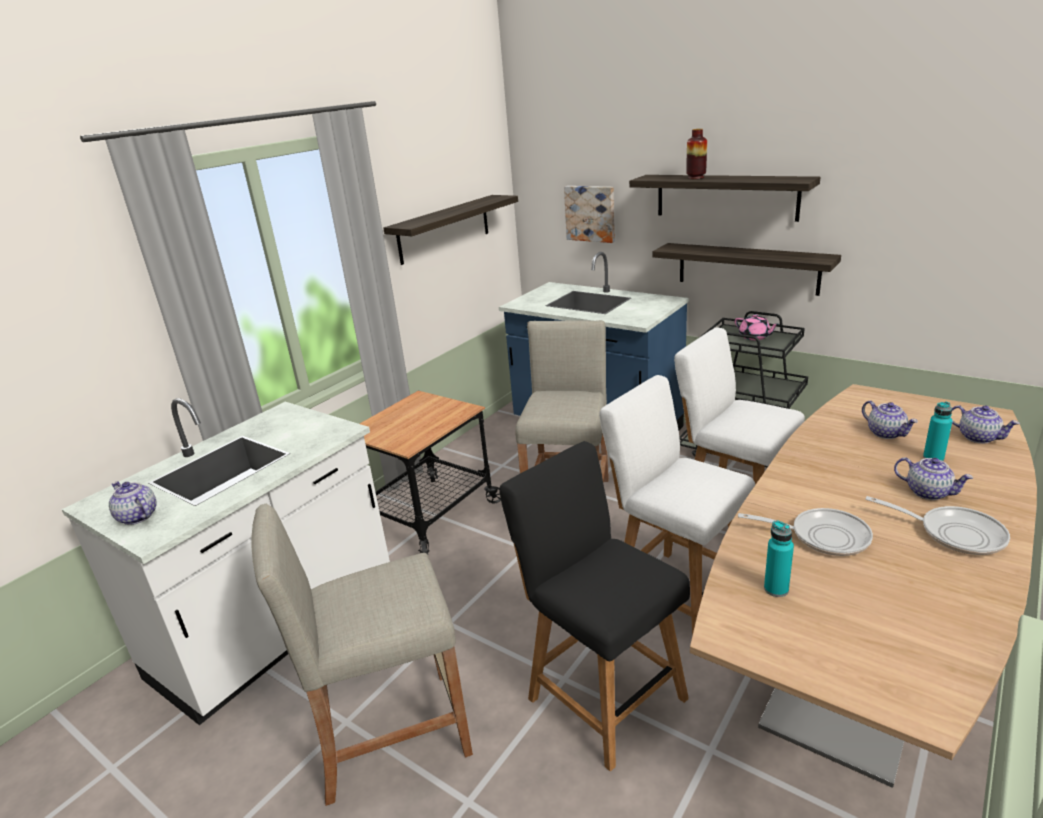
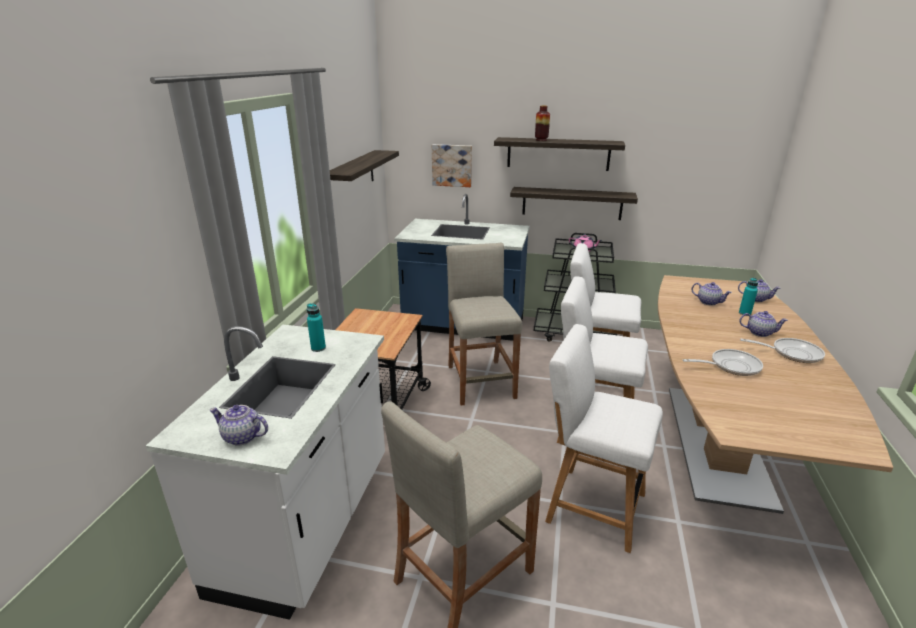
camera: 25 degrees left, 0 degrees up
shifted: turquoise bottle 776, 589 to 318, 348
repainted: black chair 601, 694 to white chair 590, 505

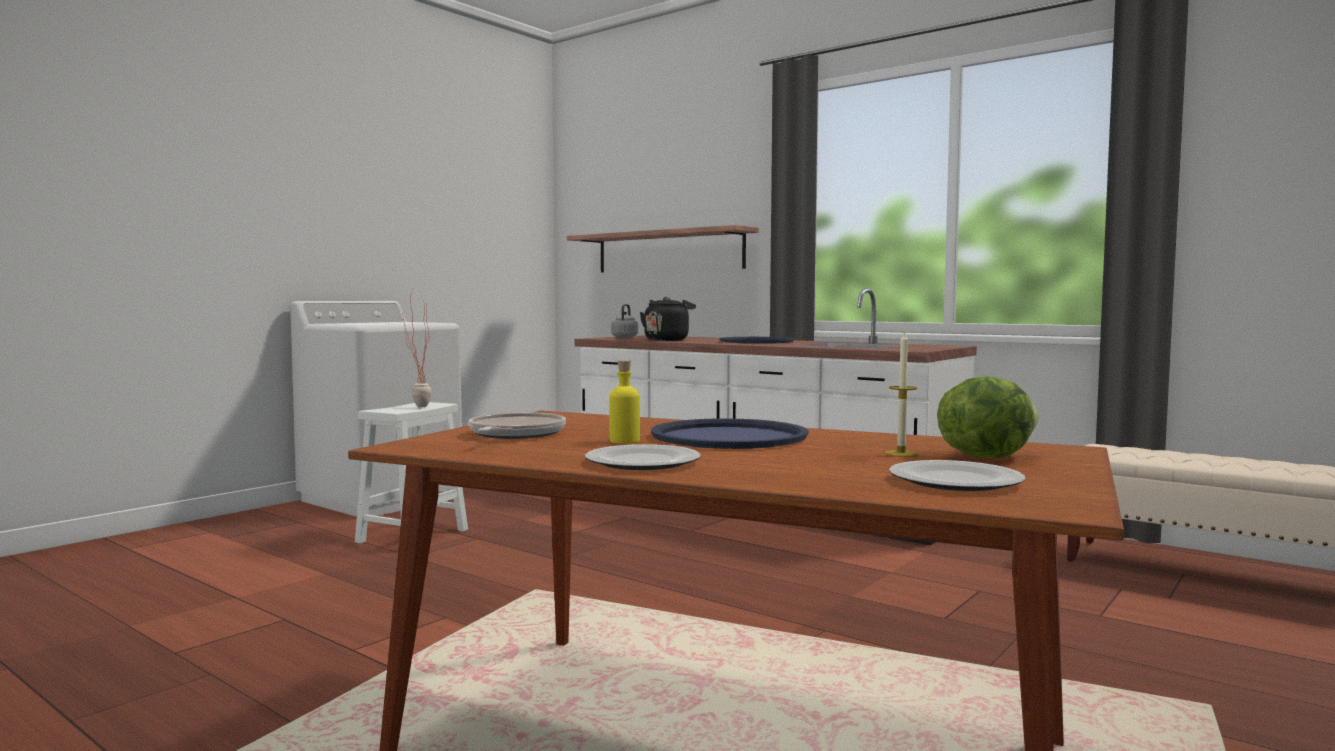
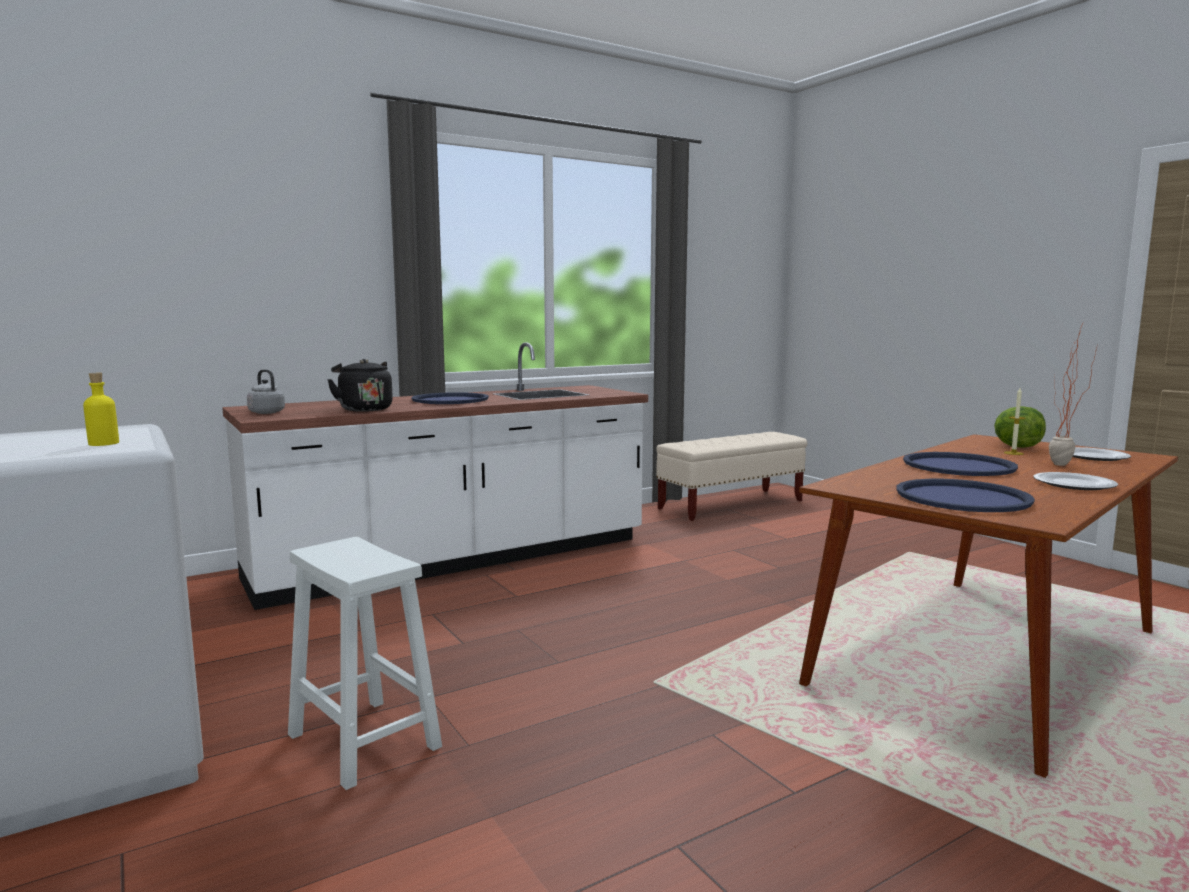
camera: 70 degrees left, 5 degrees up
gone: shelf 668, 251
shifted: potted plant 415, 407 to 1063, 466; yellow bottle 624, 441 to 103, 443
swapped: frying pan 514, 434 to blue tray 962, 498

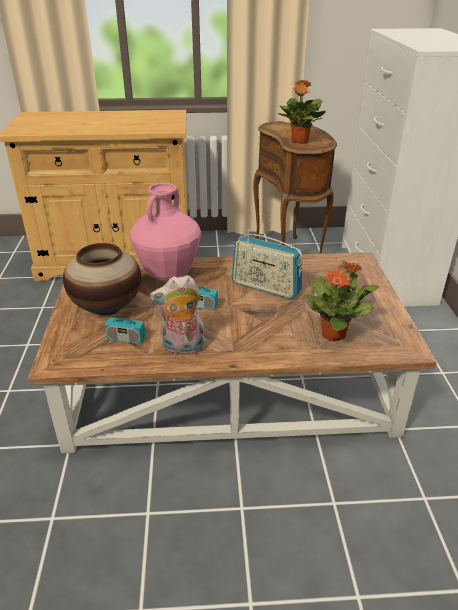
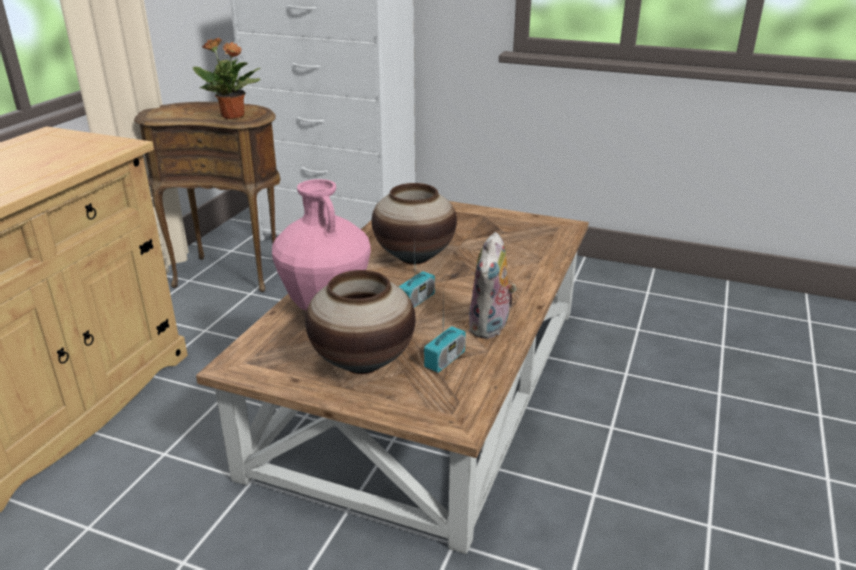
camera: 65 degrees left, 5 degrees down
gone: potted plant 334, 334
swapped: radio 265, 287 to vase 414, 257

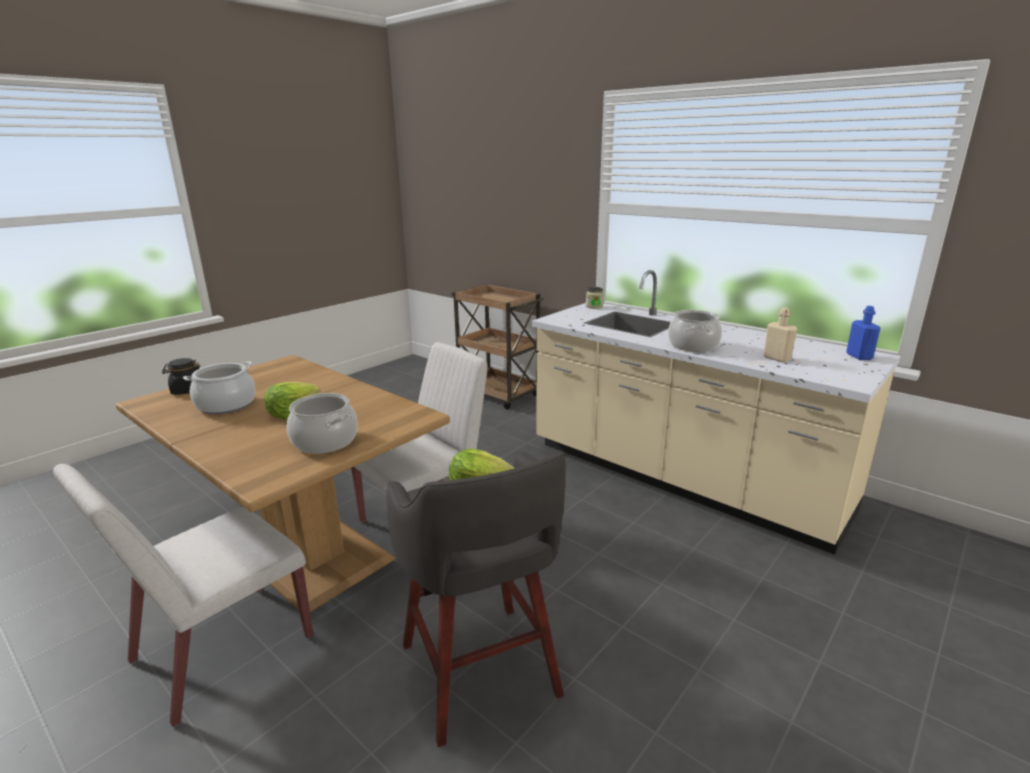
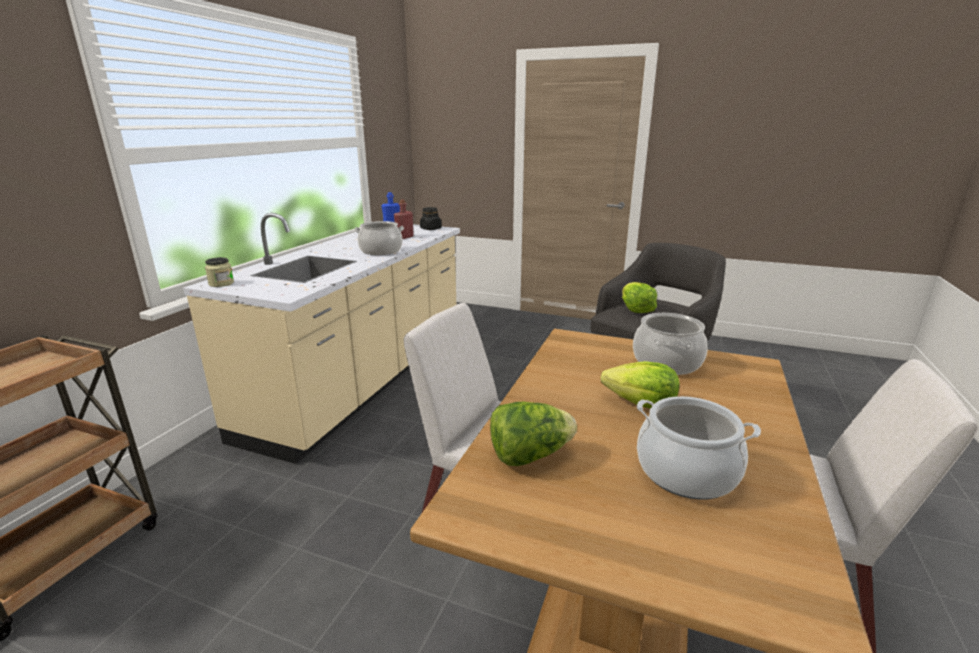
camera: 110 degrees left, 0 degrees up
new: lettuce 529, 455
shifted: black jar 187, 390 to 431, 229
repainted: beige bottle 777, 358 to red bottle 404, 237

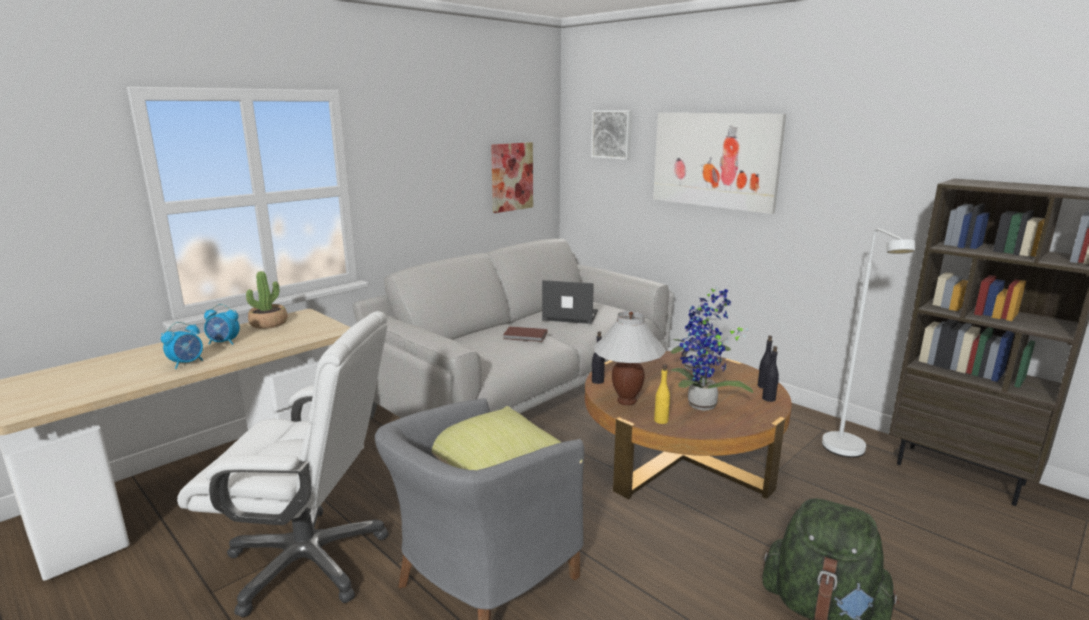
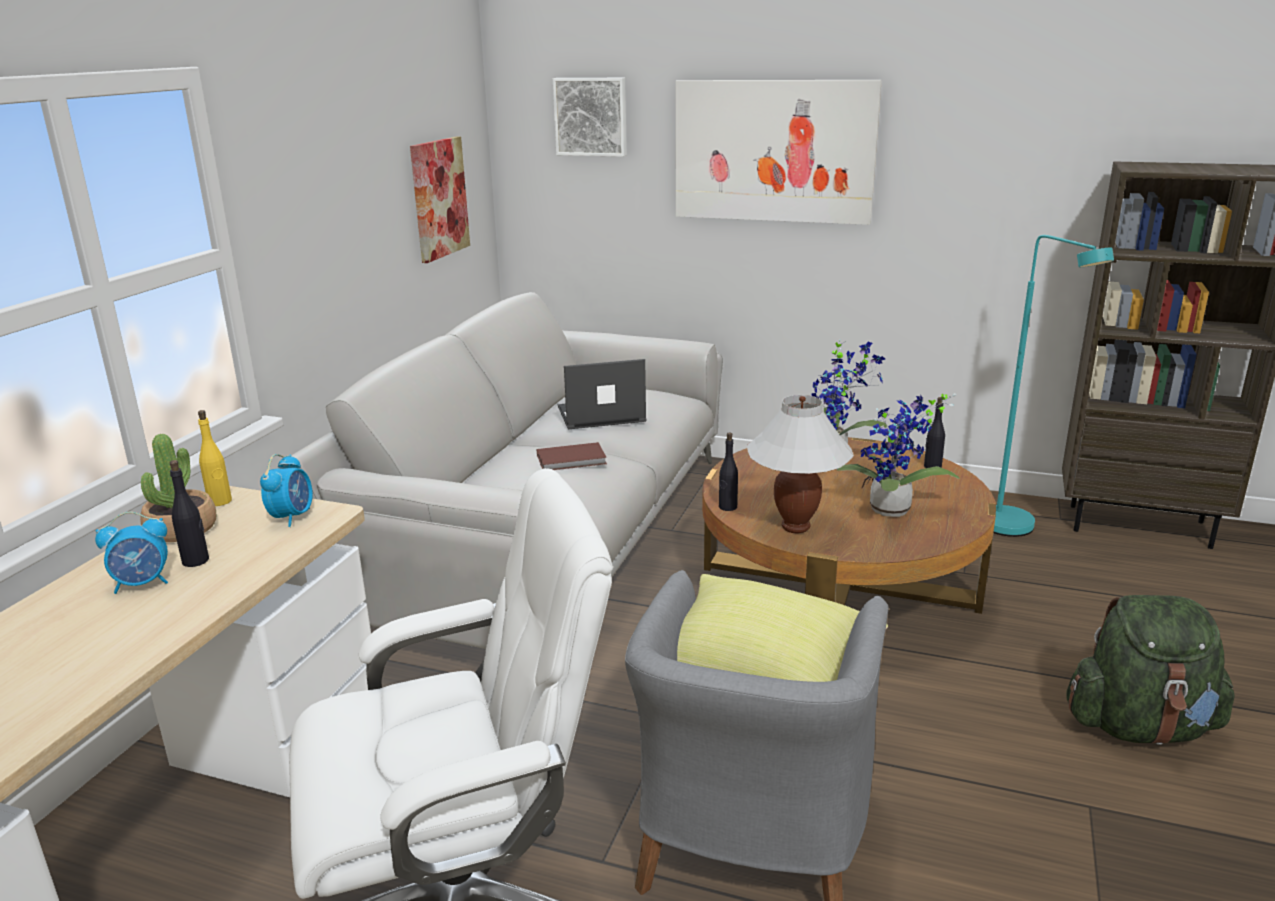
camera: 25 degrees left, 5 degrees up
shifted: alarm clock 187, 363 to 292, 516; black bottle 769, 399 to 196, 561; yellow bottle 661, 421 to 220, 501
repainted: white floor lamp 847, 453 to turquoise floor lamp 1016, 531

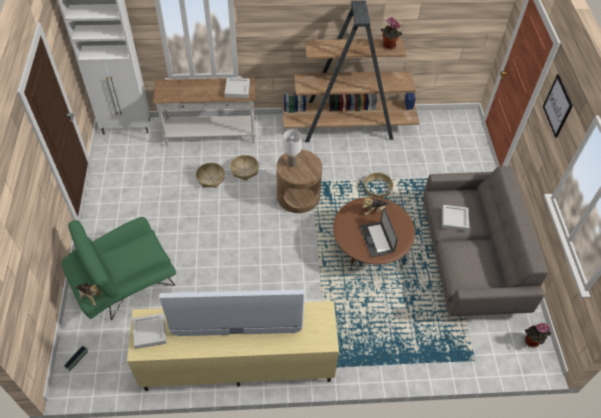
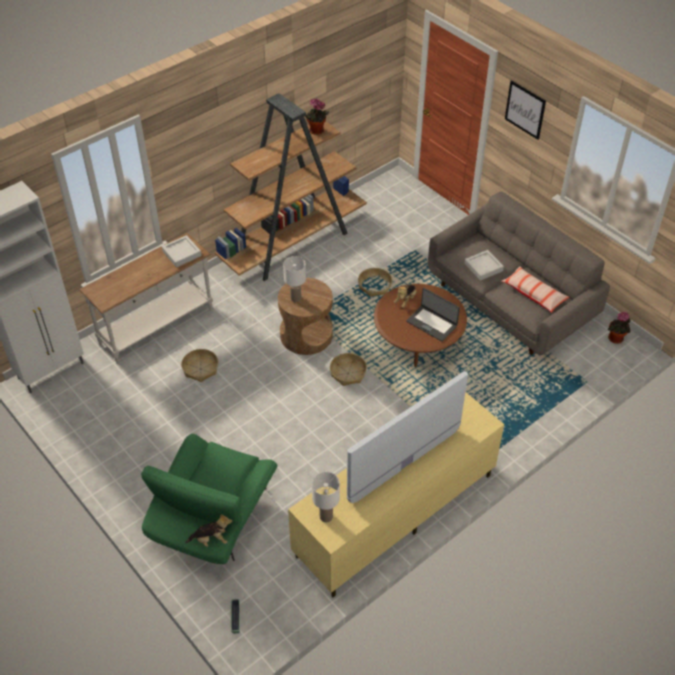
camera: 35 degrees left, 5 degrees down
new: pillow 534, 294
shifted: basket 244, 170 to 348, 373
swapped: grey tray 150, 332 to white table lamp 326, 517

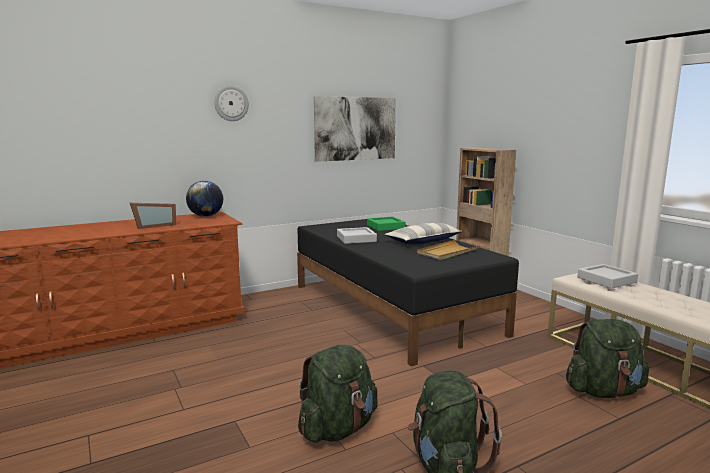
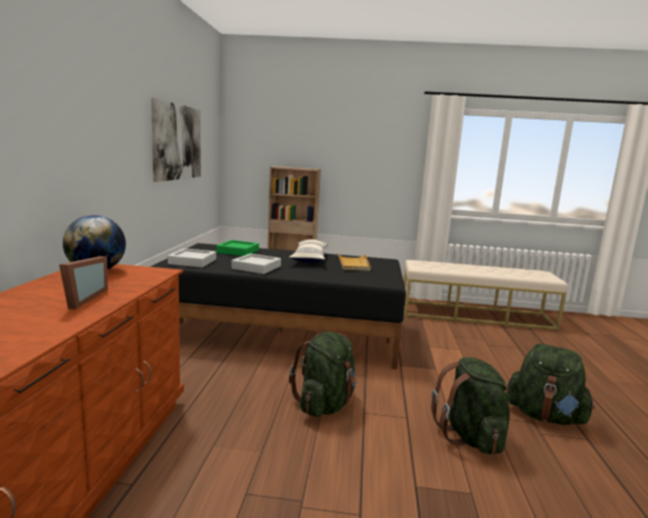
camera: 55 degrees left, 0 degrees up
gone: wall clock 231, 103
shifted: grey tray 606, 280 to 192, 261; green backpack 603, 391 to 325, 405

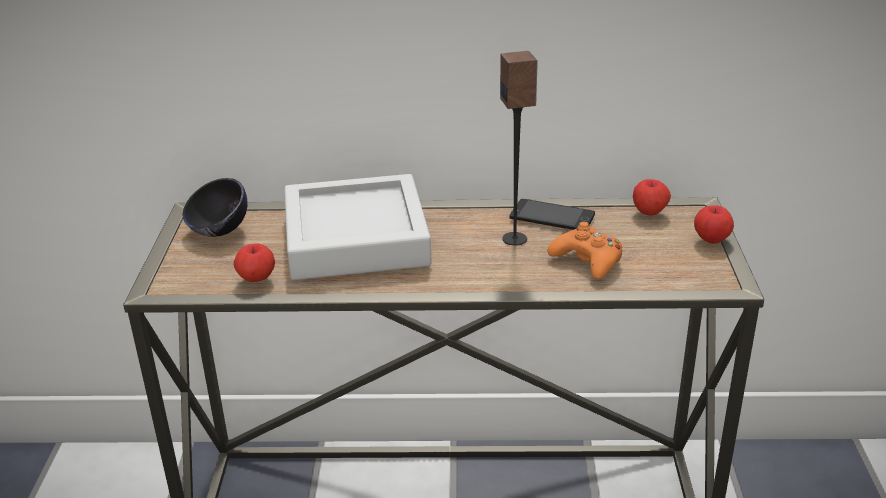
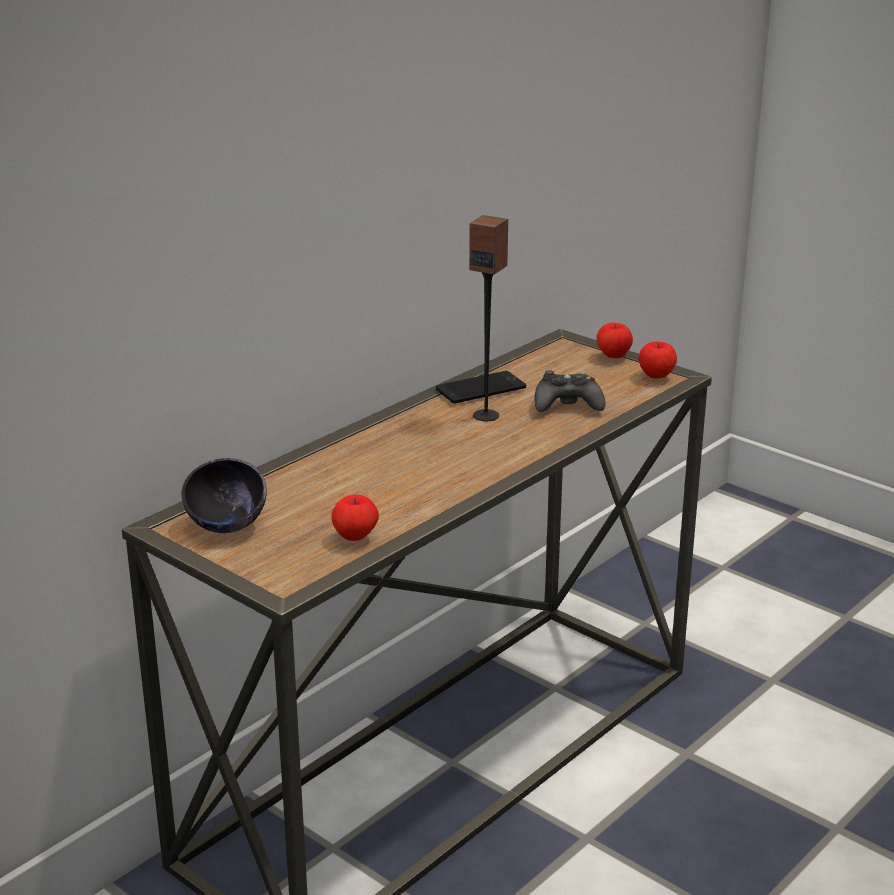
camera: 50 degrees left, 5 degrees down
gone: grey tray 356, 238
shifted: apple 649, 212 to 656, 375
repainted: orange game controller 587, 260 to black game controller 567, 404

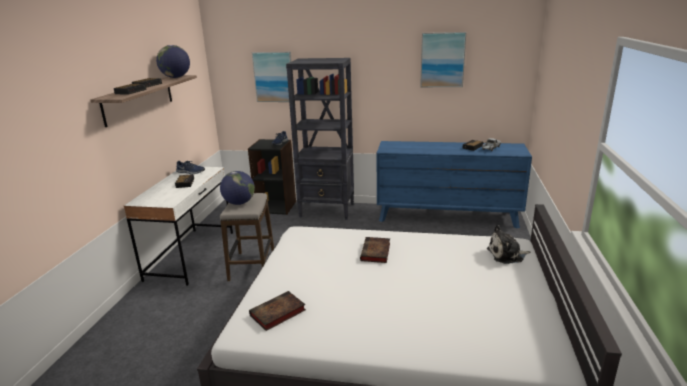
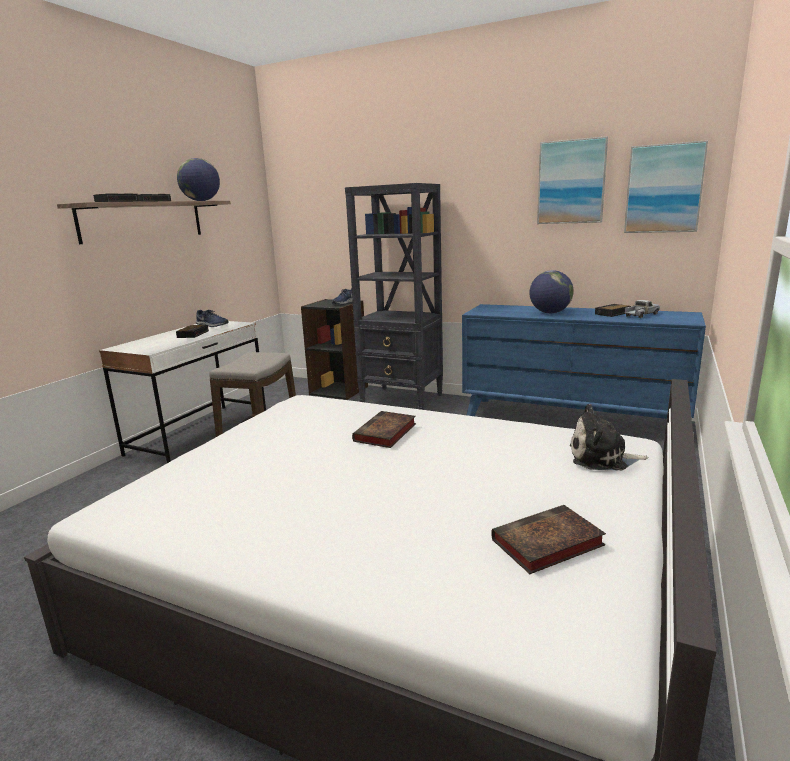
camera: 15 degrees right, 5 degrees down
shifted: picture 273, 77 to 664, 189; globe 239, 203 to 550, 313; book 277, 314 to 546, 544

